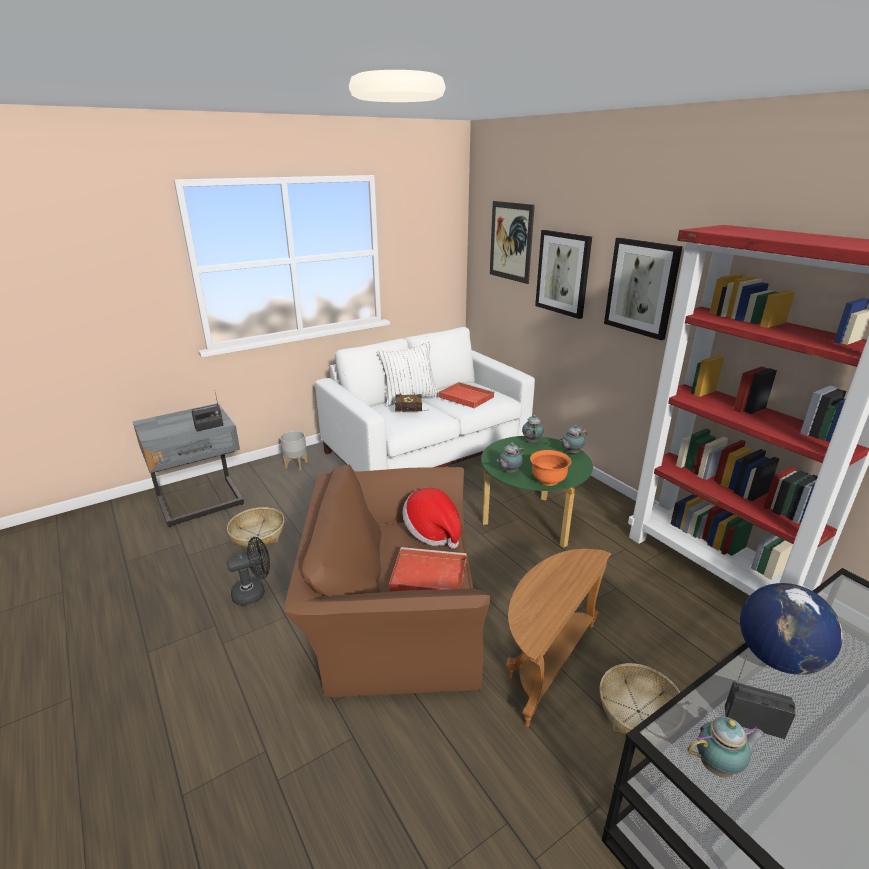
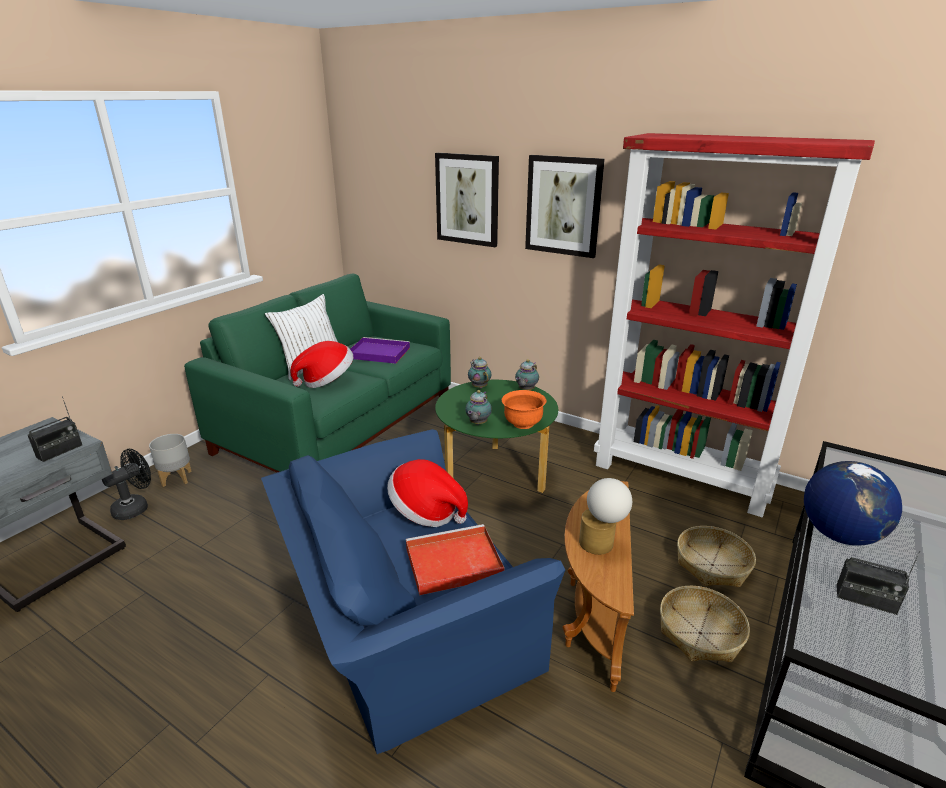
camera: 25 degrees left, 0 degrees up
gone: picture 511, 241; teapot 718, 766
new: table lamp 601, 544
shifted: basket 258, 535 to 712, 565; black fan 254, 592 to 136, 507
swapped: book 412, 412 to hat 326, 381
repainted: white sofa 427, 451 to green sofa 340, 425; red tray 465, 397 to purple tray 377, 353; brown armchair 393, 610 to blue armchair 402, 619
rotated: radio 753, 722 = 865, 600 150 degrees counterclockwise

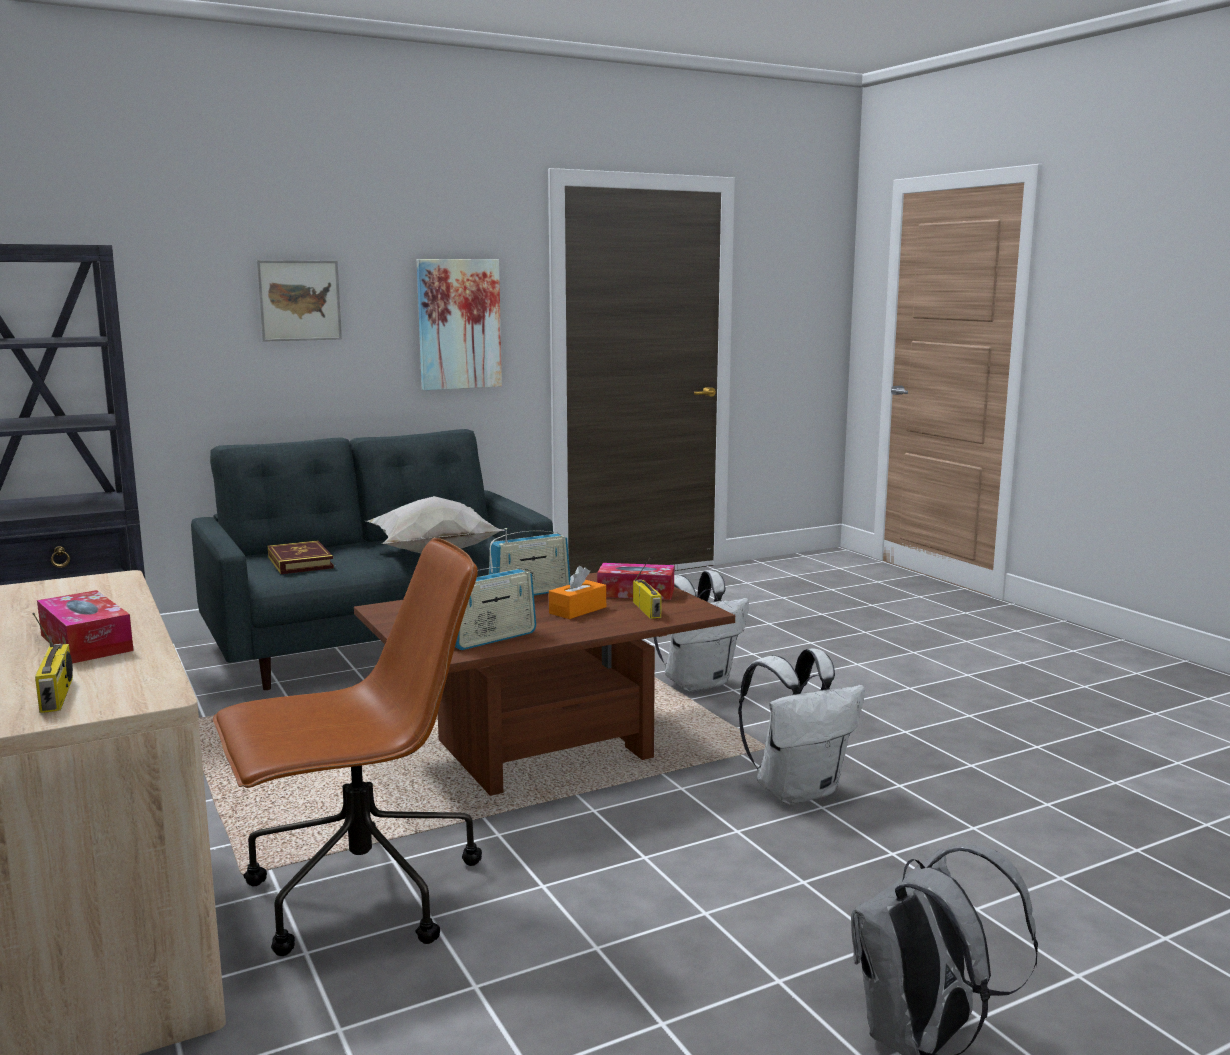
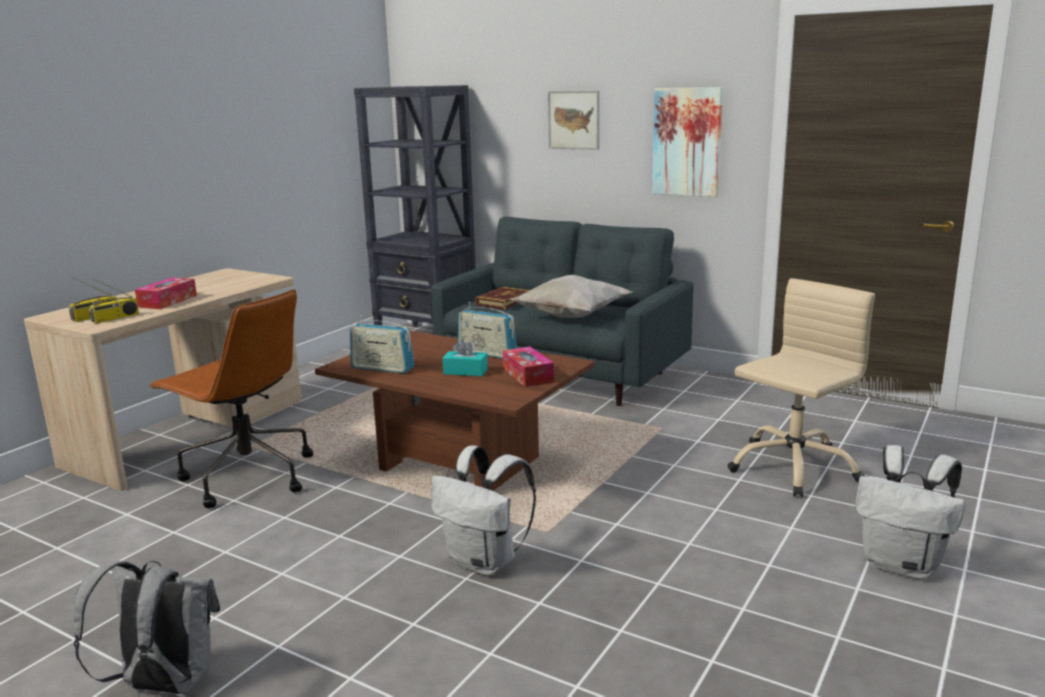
camera: 60 degrees right, 5 degrees up
new: beige office chair 792, 467
shifted: radio 648, 610 to 115, 318; white backpack 698, 683 to 903, 565
repainted: orange tissue box 577, 610 to turquoise tissue box 465, 371

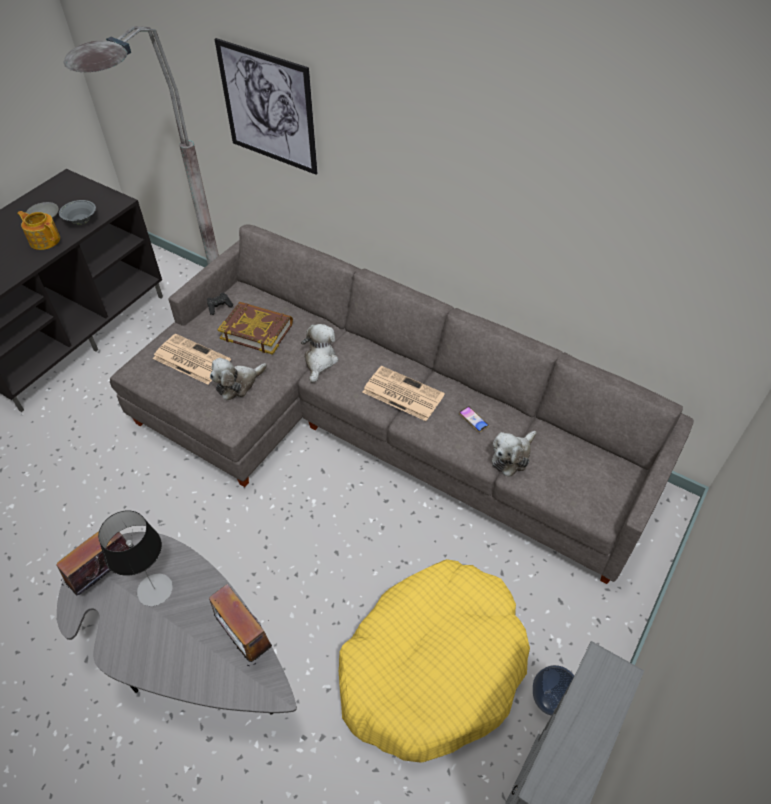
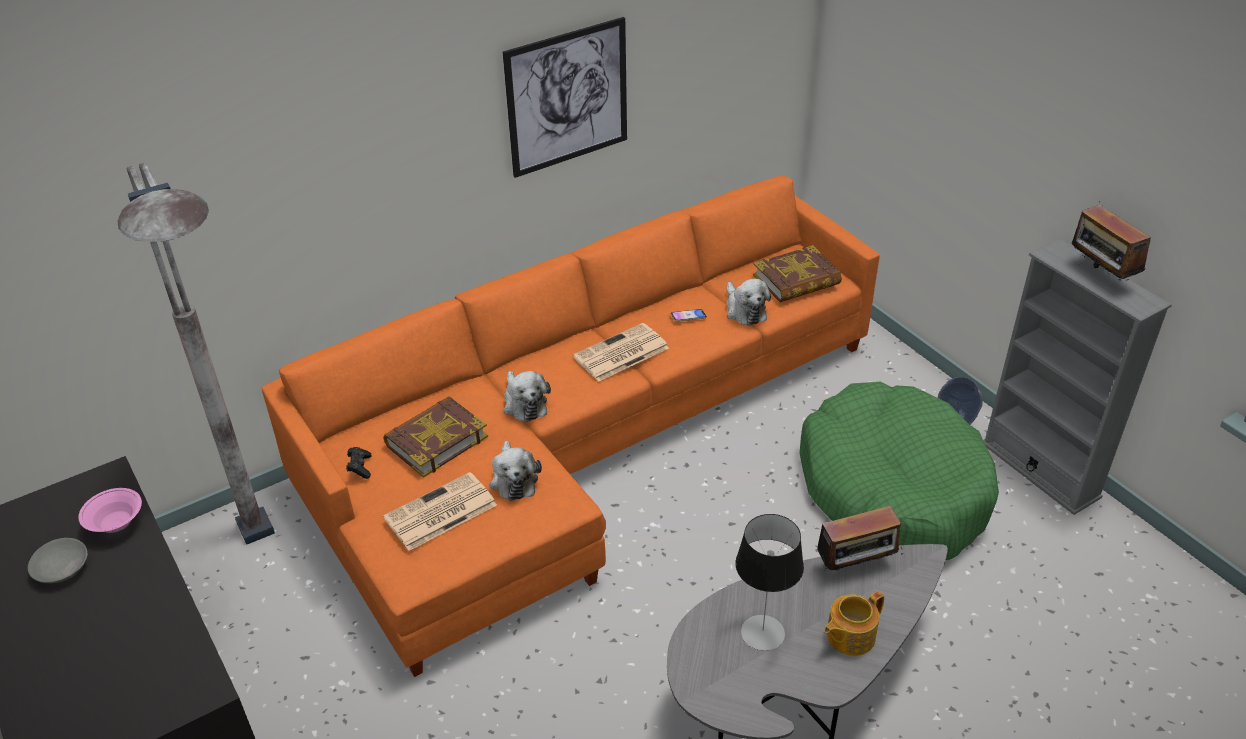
camera: 65 degrees left, 10 degrees down
new: book 797, 280
shifted: picture 268, 108 to 567, 97; teapot 44, 240 to 849, 636; radio 104, 575 to 1100, 276
repainted: grey bowl 81, 221 to pink bowl 117, 525; grey sofa 375, 424 to orange sofa 577, 442; yellow dog bed 432, 666 to green dog bed 892, 490
rotated: plush toy 320, 361 = 524, 403 150 degrees counterclockwise

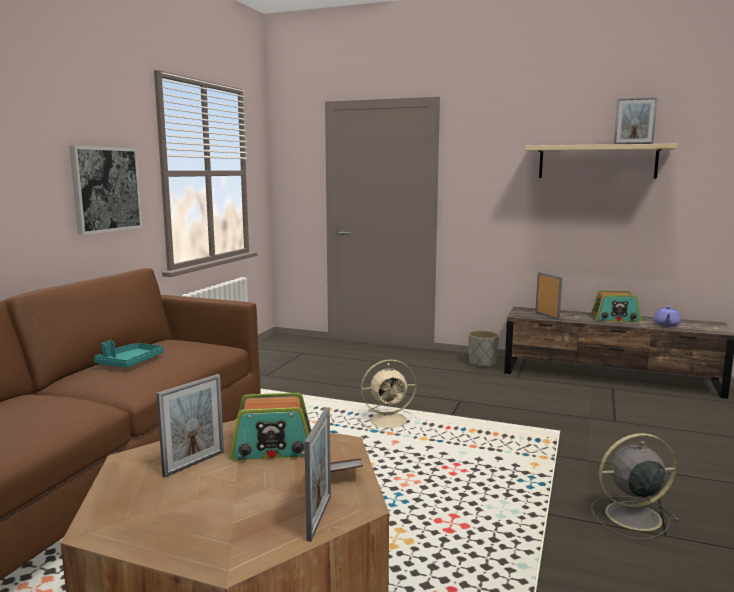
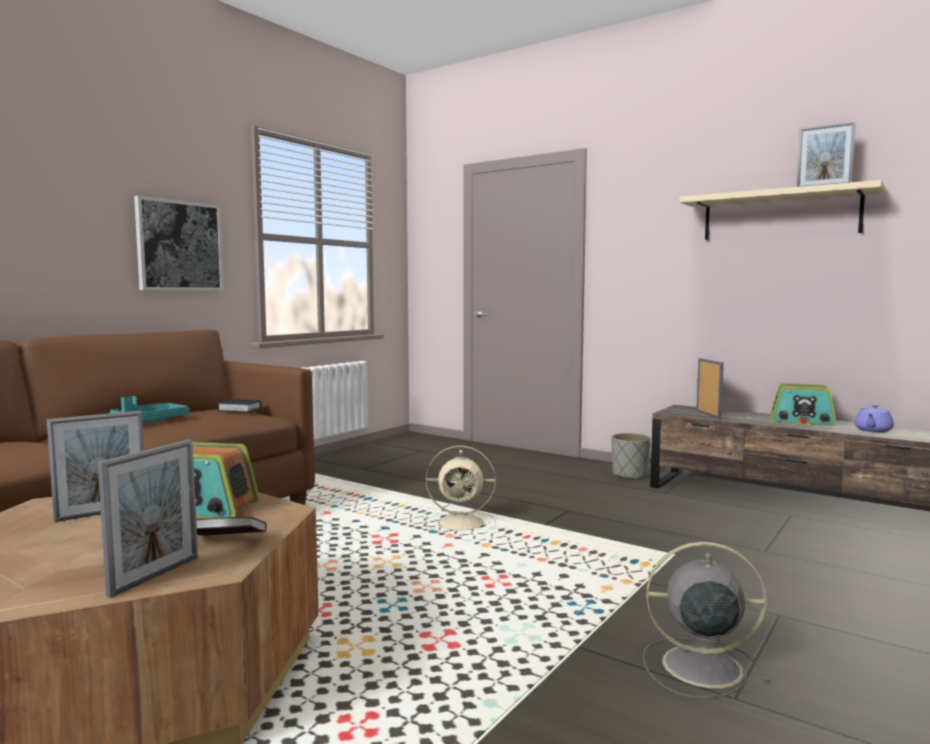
camera: 15 degrees right, 5 degrees down
new: book 239, 410

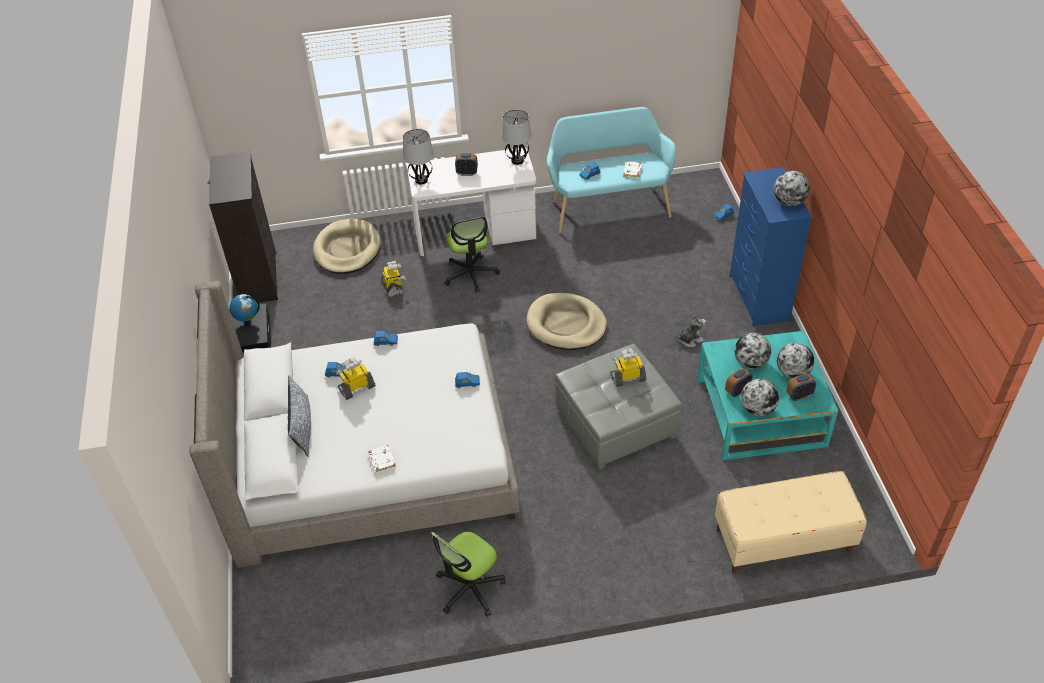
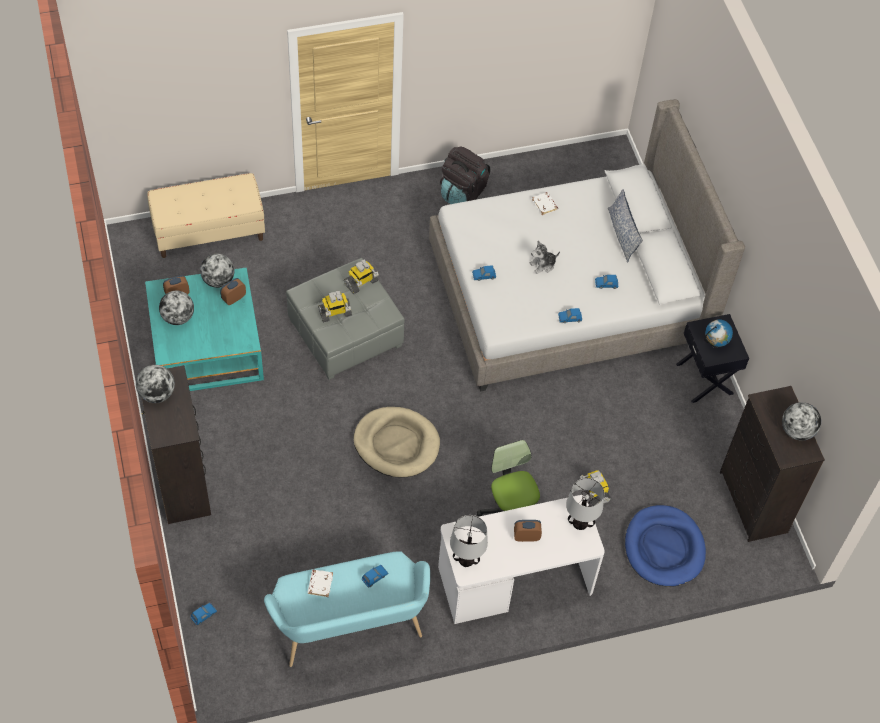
camera: 170 degrees right, 10 degrees up
shifted: plush toy 690, 339 to 543, 265; globe 750, 362 to 797, 431; toy robot 357, 387 to 361, 283
swapped: office chair 470, 589 to black backpack 462, 192
repainted: blue dresser 758, 298 to black dresser 183, 483; beige dog bed 347, 249 to blue dog bed 664, 548

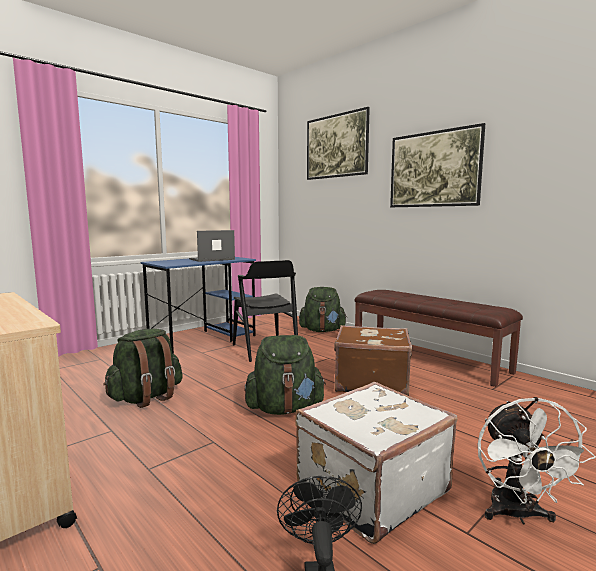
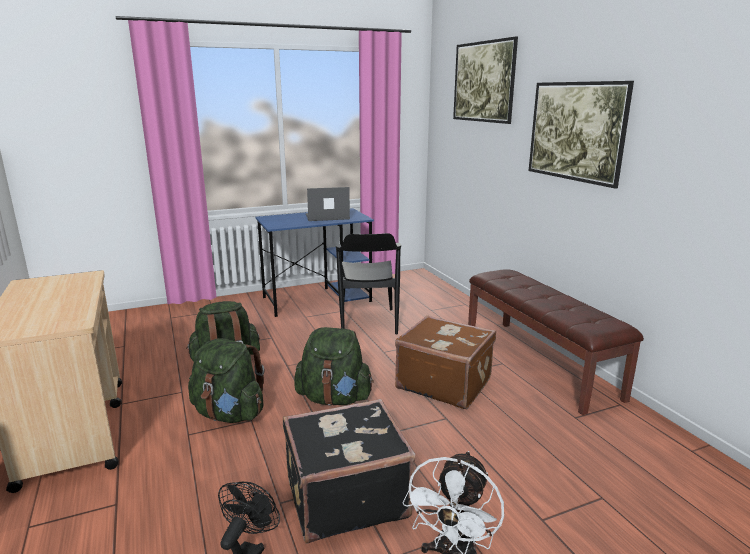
camera: 20 degrees right, 10 degrees up
shifted: green backpack 322, 330 to 229, 414
repainted: white suitcase 369, 488 to black suitcase 345, 496

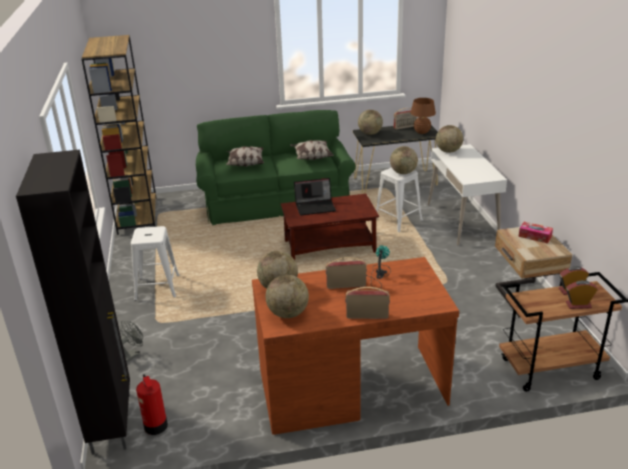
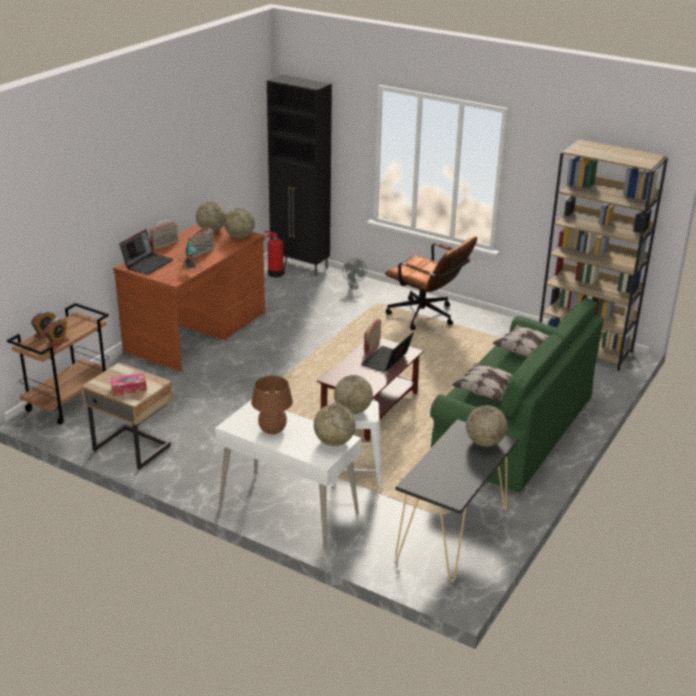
camera: 130 degrees right, 0 degrees up
new: laptop 147, 263
shifted: brown table lamp 422, 132 to 272, 430; radio 405, 127 to 371, 345
swapped: white stool 157, 287 to brown office chair 427, 317

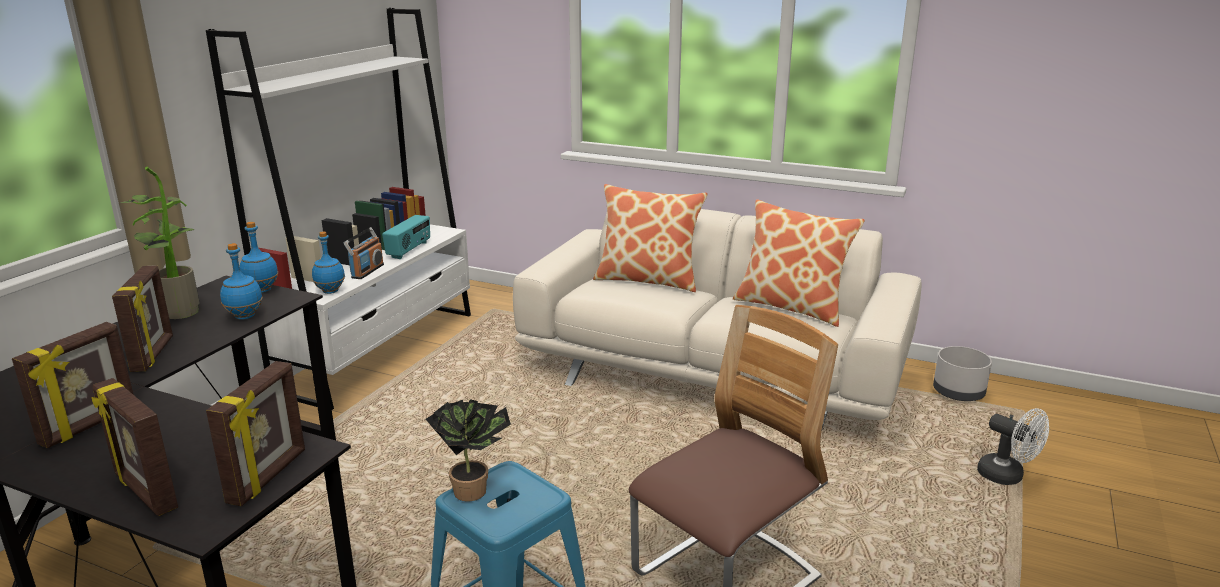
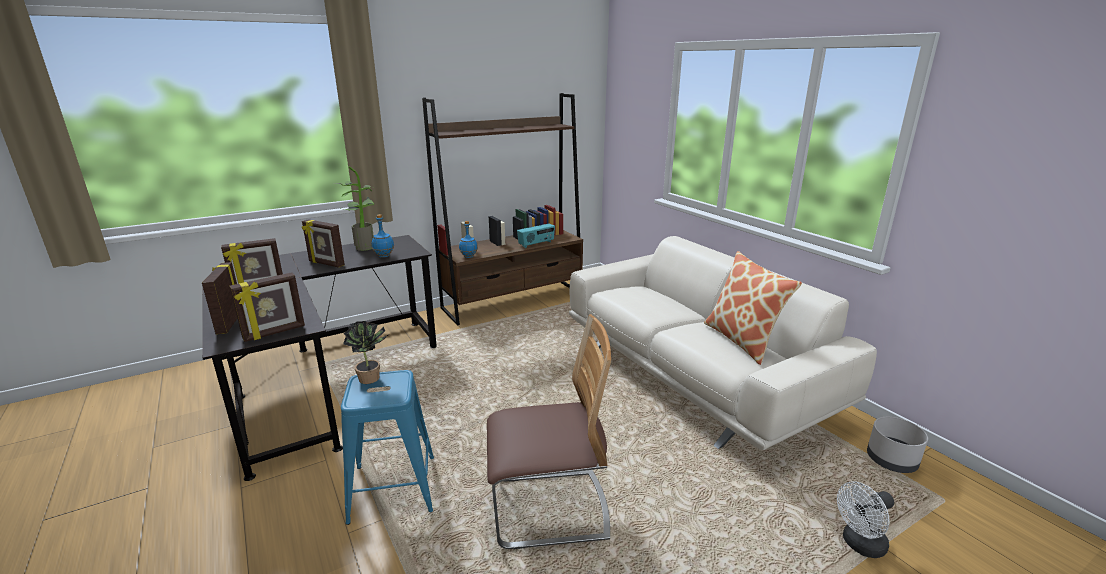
camera: 35 degrees right, 0 degrees up
gone: pillow 648, 280; blue bottle 262, 290; radio 367, 271
repainted: white bookcase 379, 350 to brown bookcase 514, 301
rotated: picture frame 154, 354 = 326, 264 90 degrees clockwise; white fan 1007, 477 = 859, 545 75 degrees clockwise

